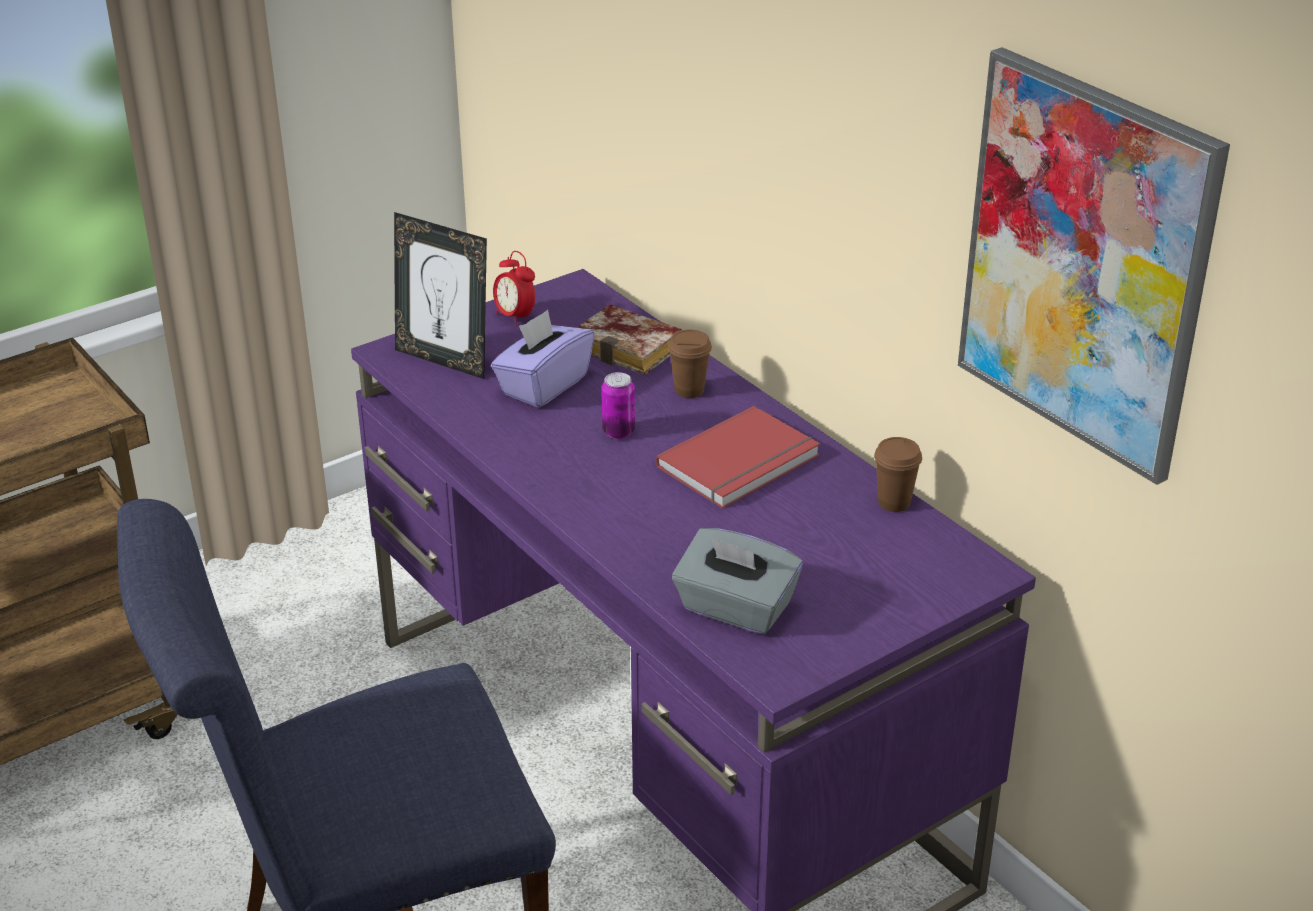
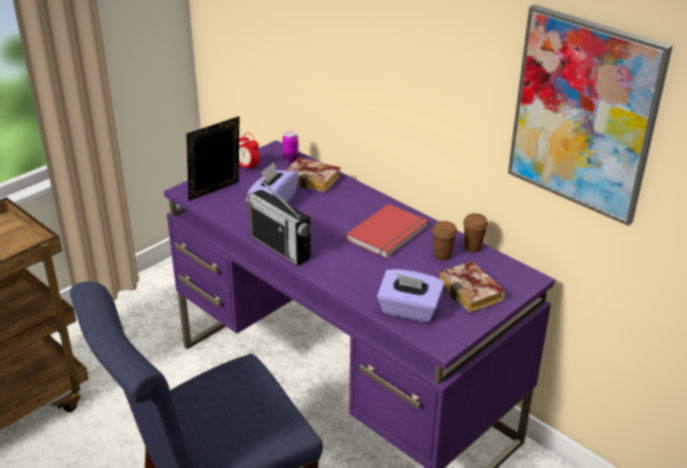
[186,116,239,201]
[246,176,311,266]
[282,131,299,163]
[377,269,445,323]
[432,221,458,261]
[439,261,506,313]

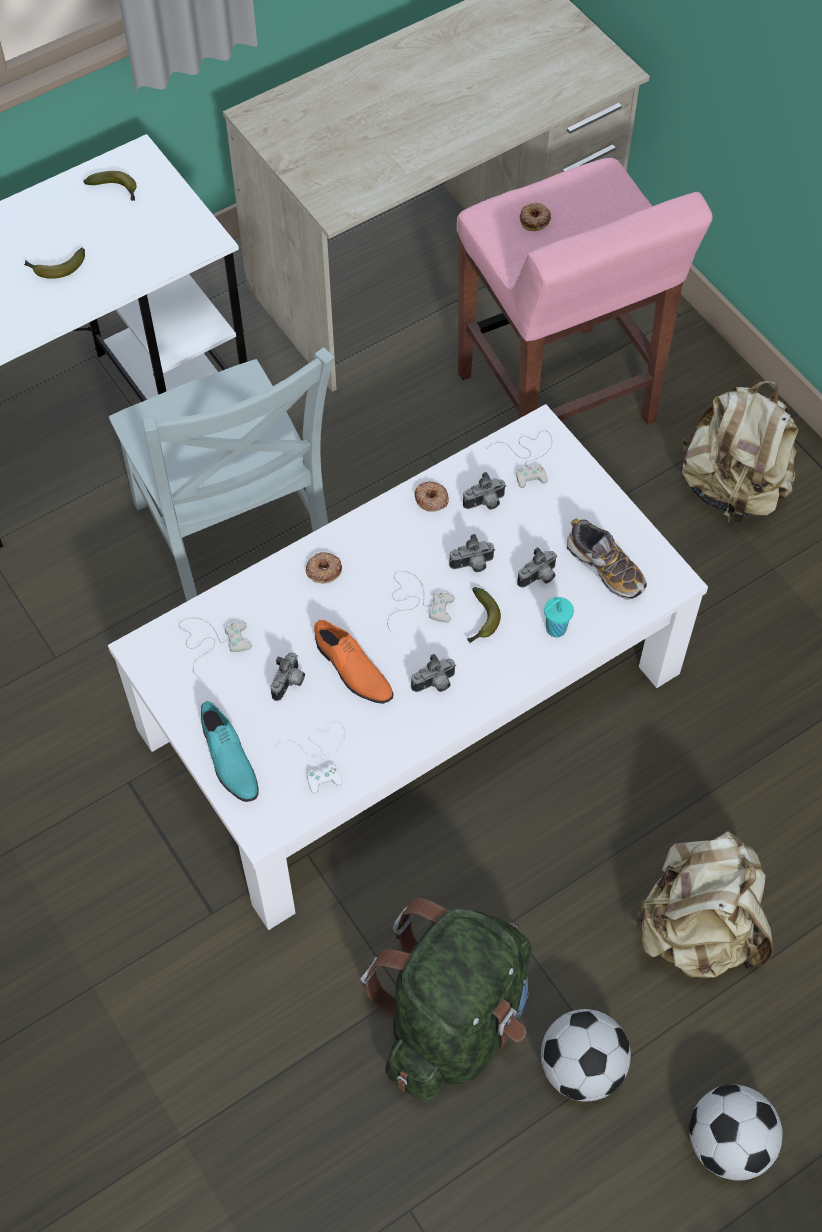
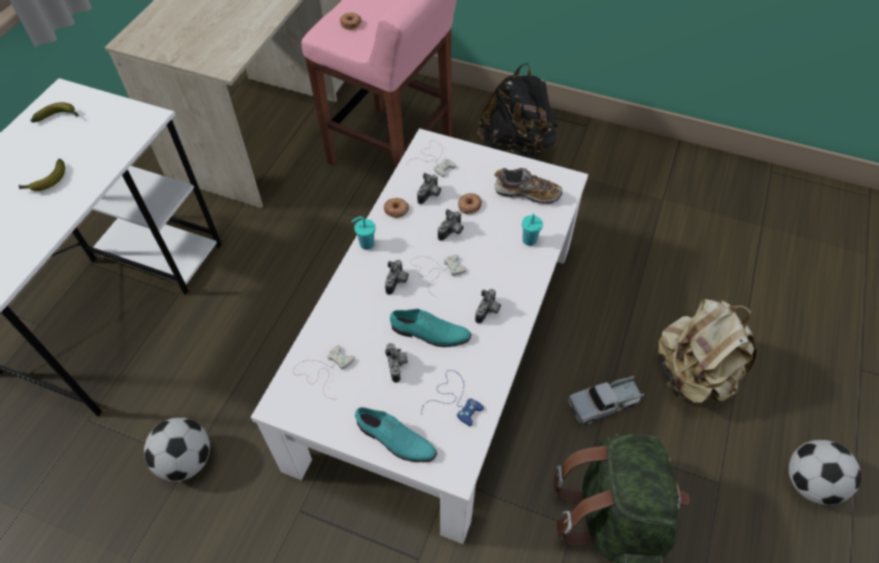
[144,417,210,481]
[351,216,375,250]
[385,260,409,295]
[390,309,471,347]
[422,370,484,426]
[458,193,482,214]
[477,63,558,160]
[568,376,645,425]
[109,347,334,601] (first image)
[467,587,501,643] (first image)

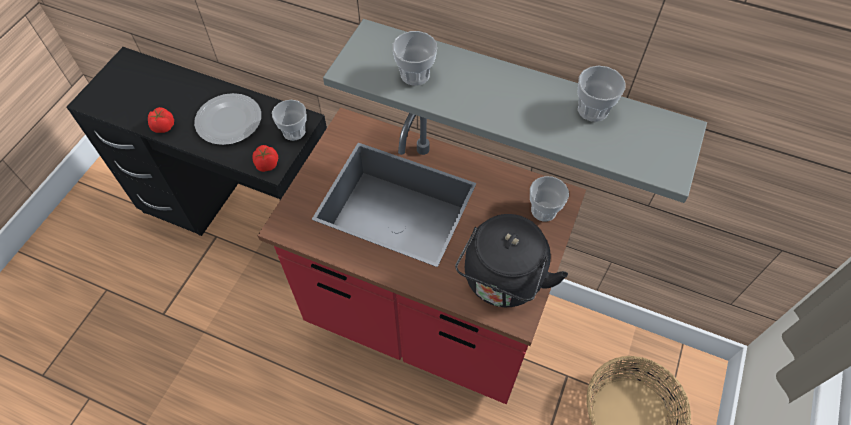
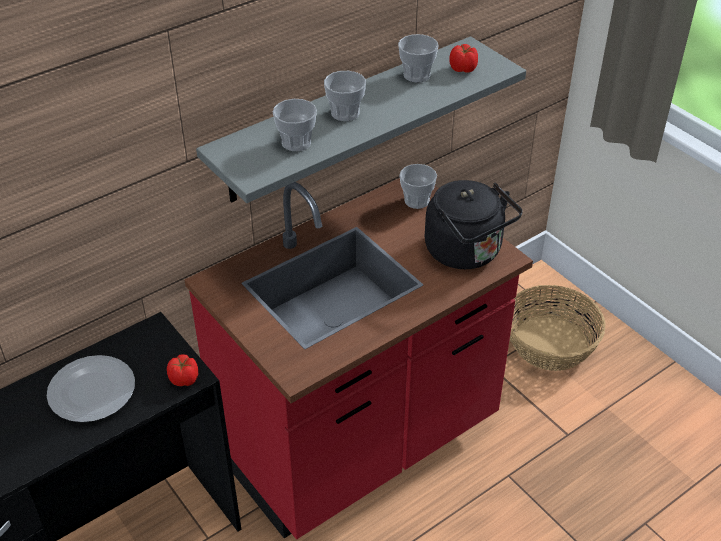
[324,71,366,121]
[449,44,478,73]

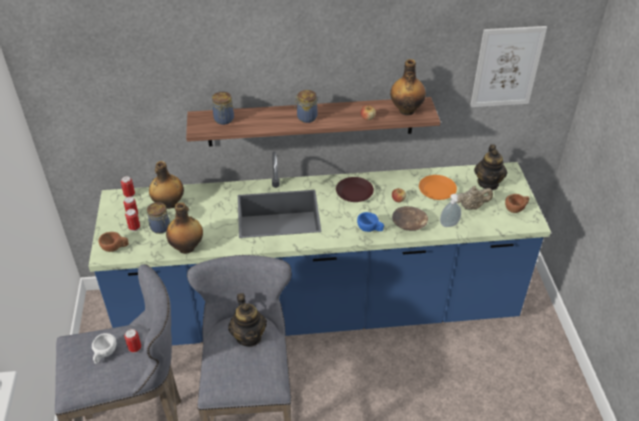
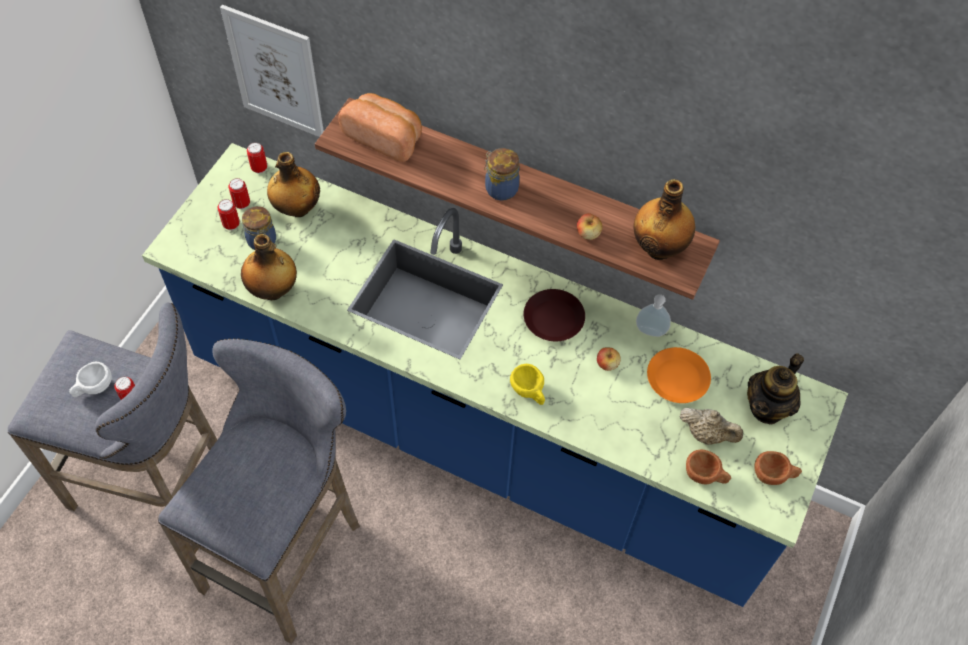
[220,5,324,137]
[338,93,422,162]
[510,364,545,405]
[636,294,671,337]
[686,449,731,485]
[228,293,267,347] (first image)
[392,206,428,231] (first image)

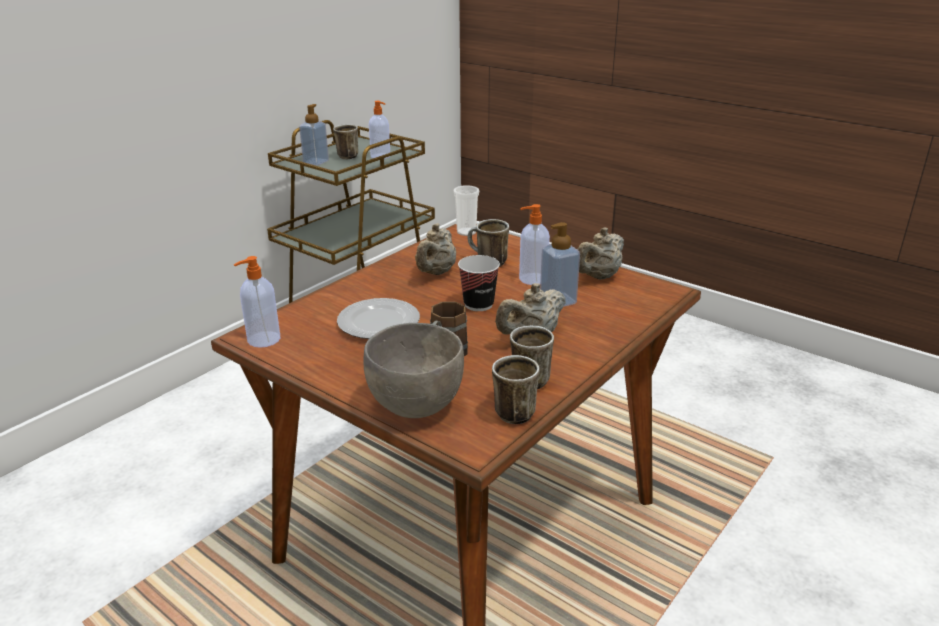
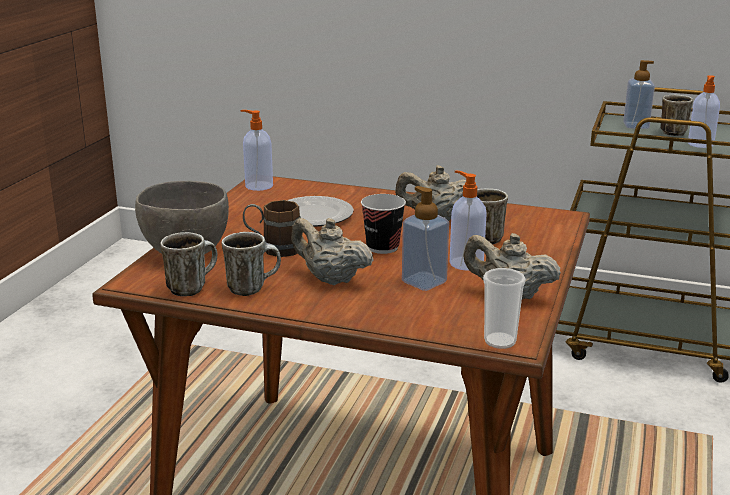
[483,268,526,349]

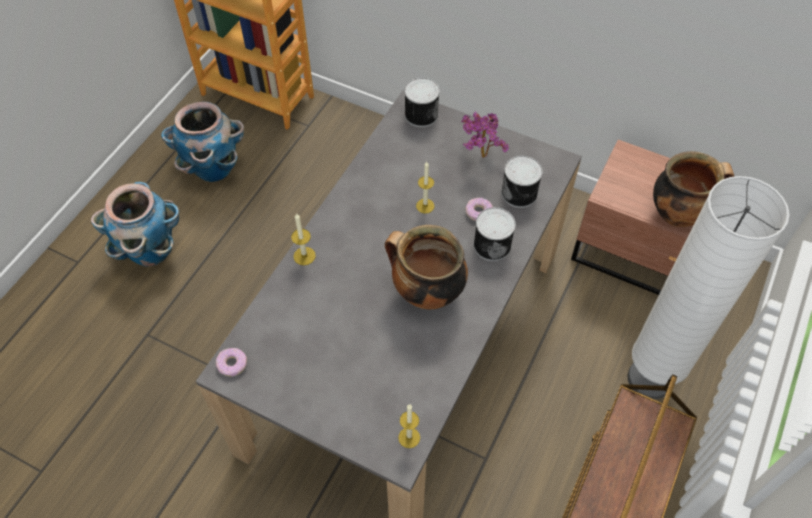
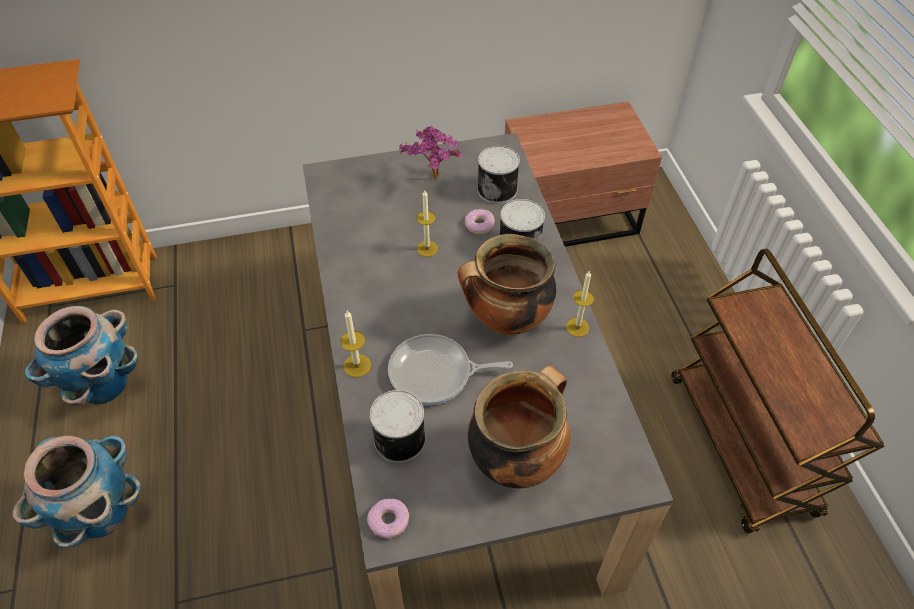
[370,390,426,463]
[388,334,513,406]
[467,366,570,488]
[566,270,594,337]
[628,176,789,400] (first image)

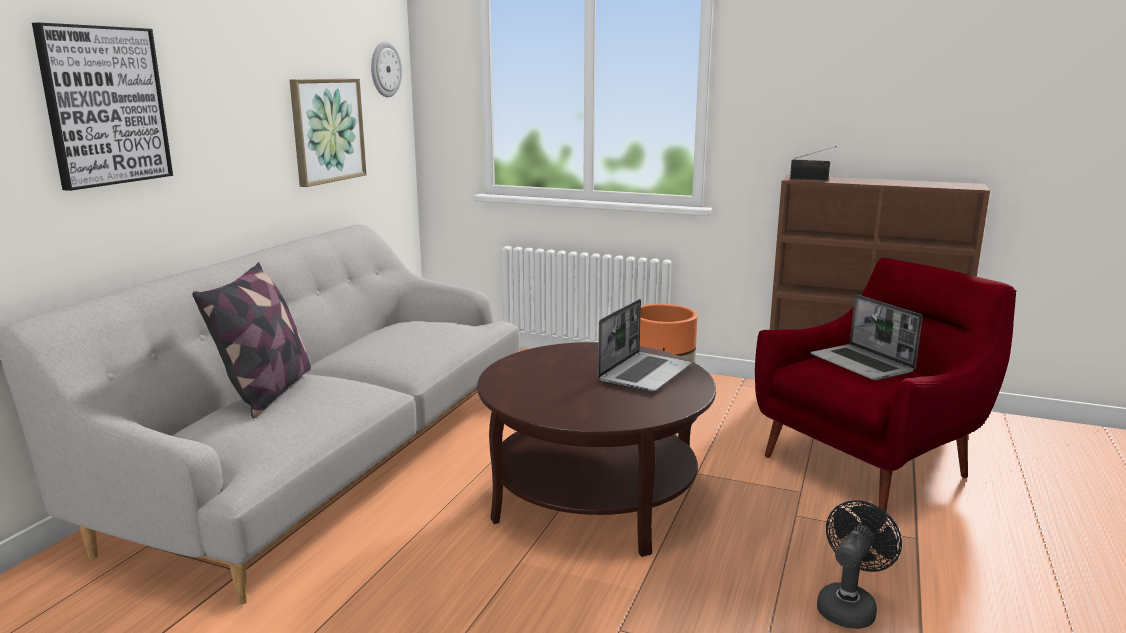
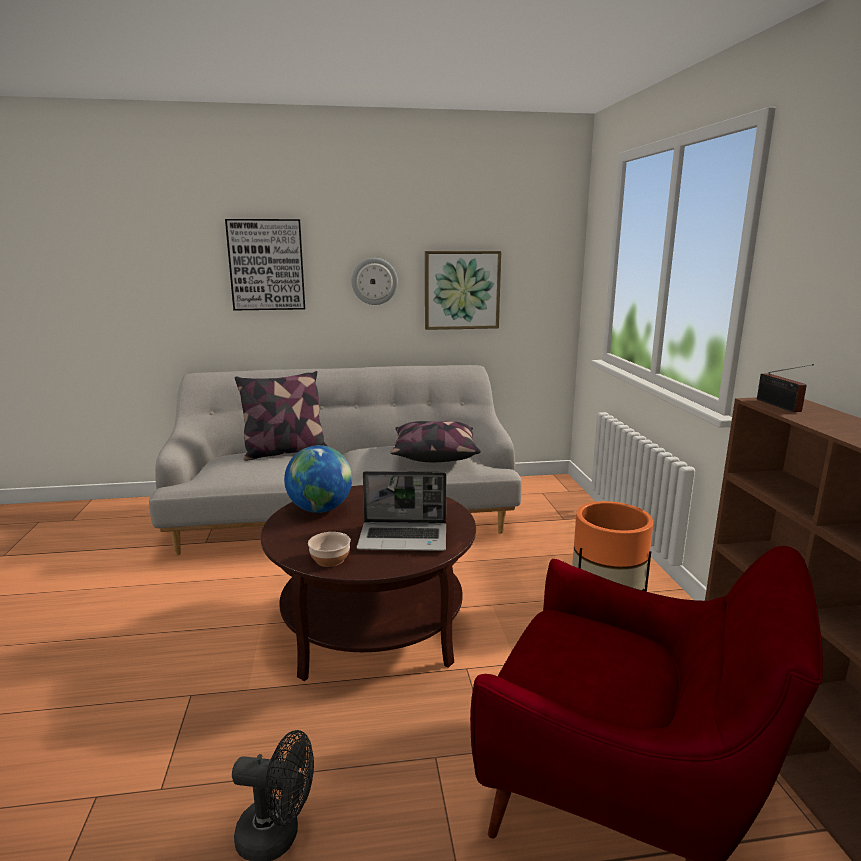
[284,445,352,513]
[308,532,351,567]
[352,258,398,305]
[390,421,481,462]
[810,294,923,380] (first image)

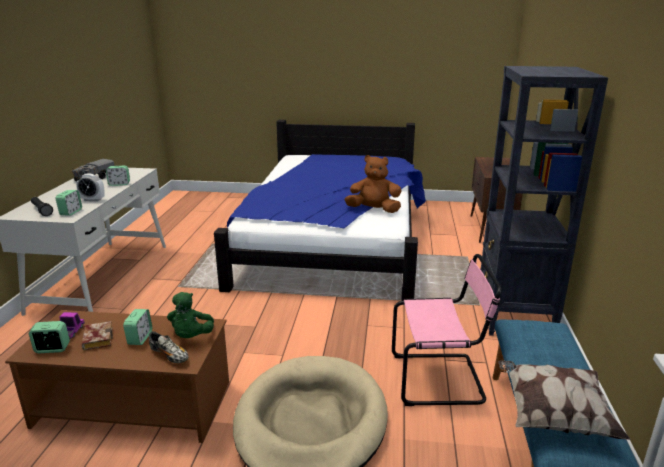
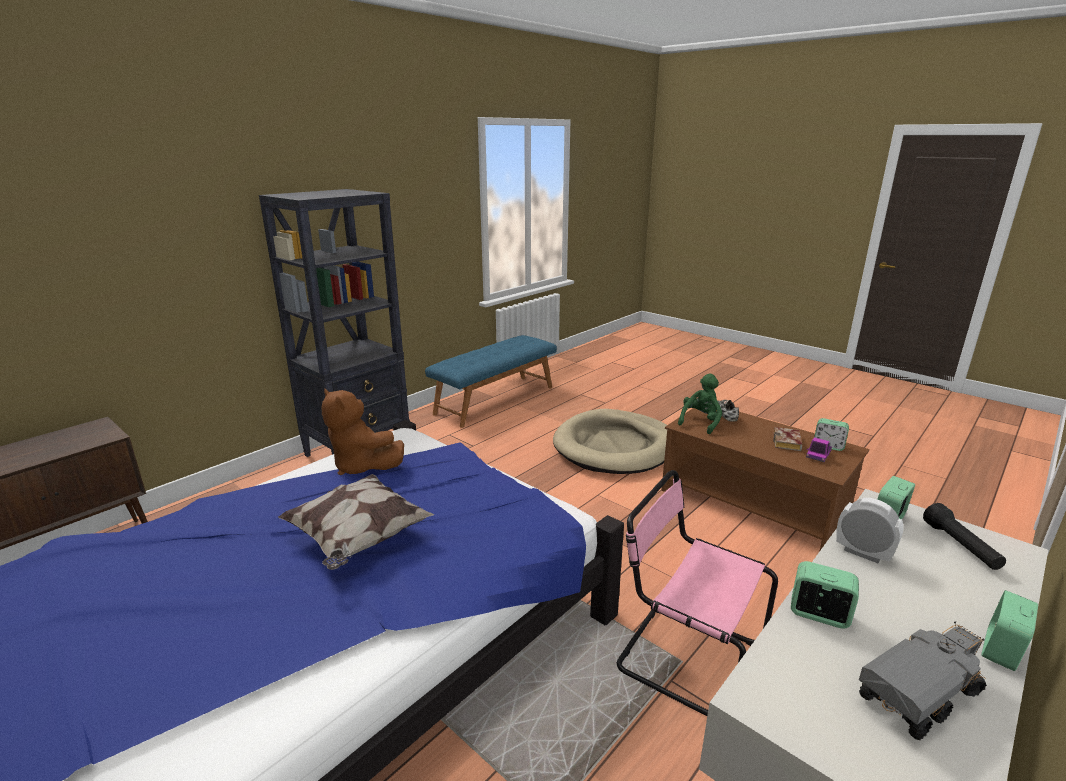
[278,474,435,570]
[617,470,778,716]
[981,590,1038,671]

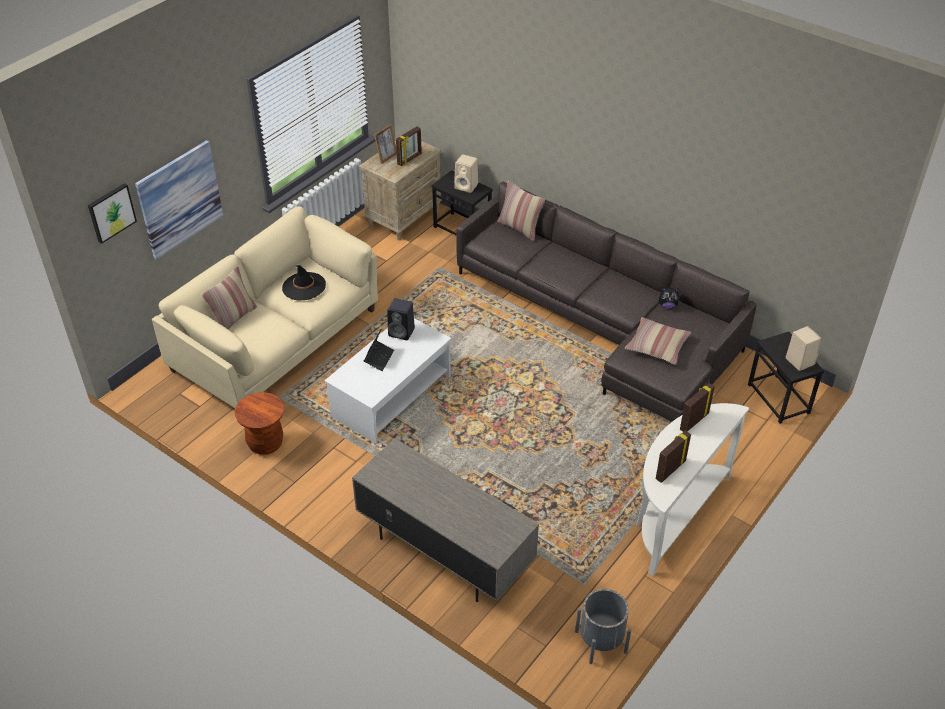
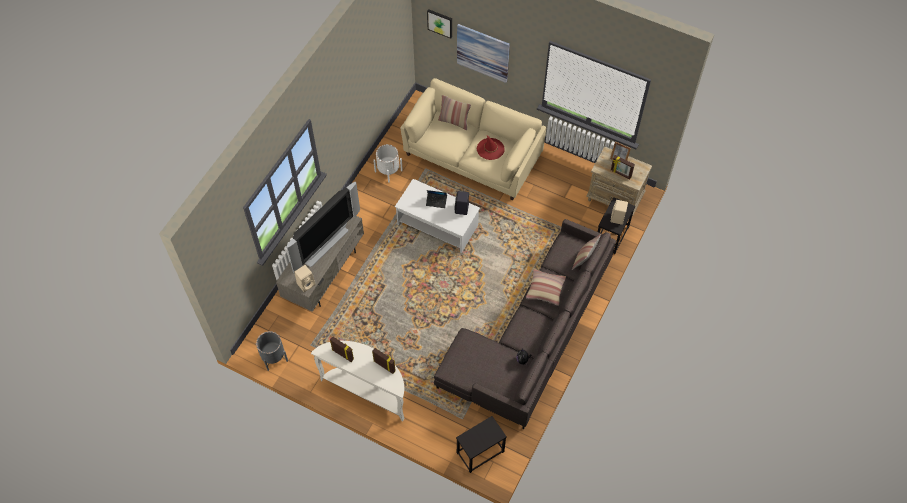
[286,182,360,273]
[294,265,316,292]
[373,144,403,183]
[477,136,505,160]
[526,269,566,306]

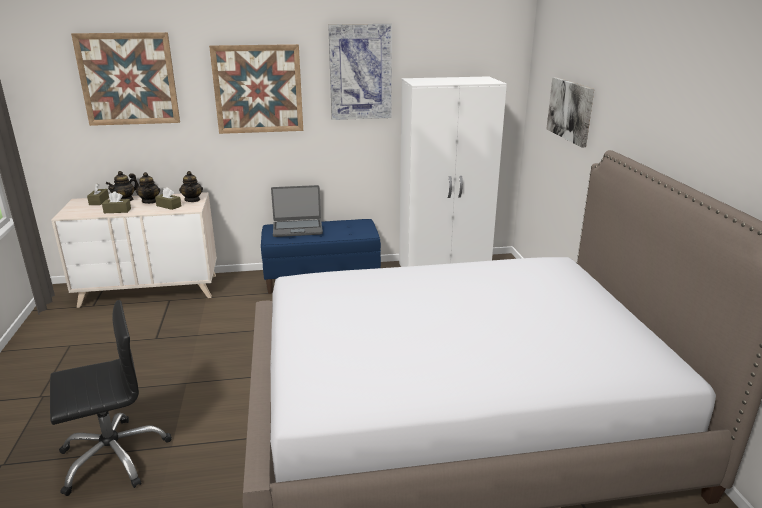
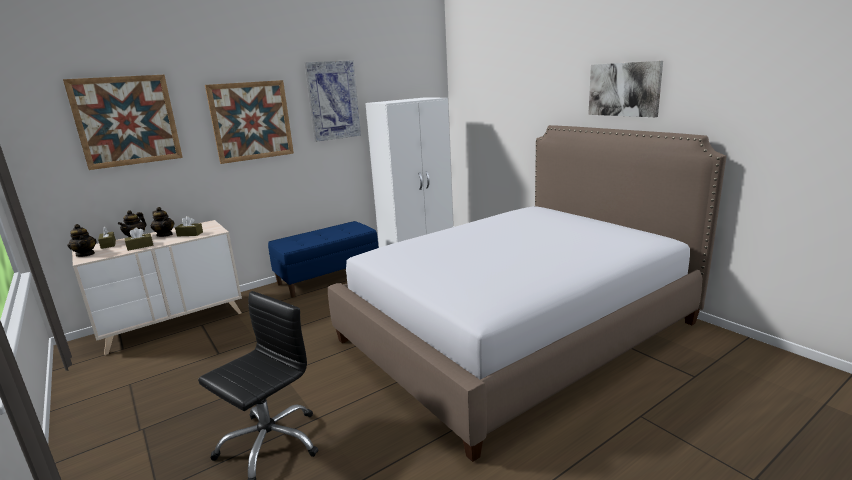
[67,224,96,257]
[588,61,663,117]
[271,185,323,237] (first image)

